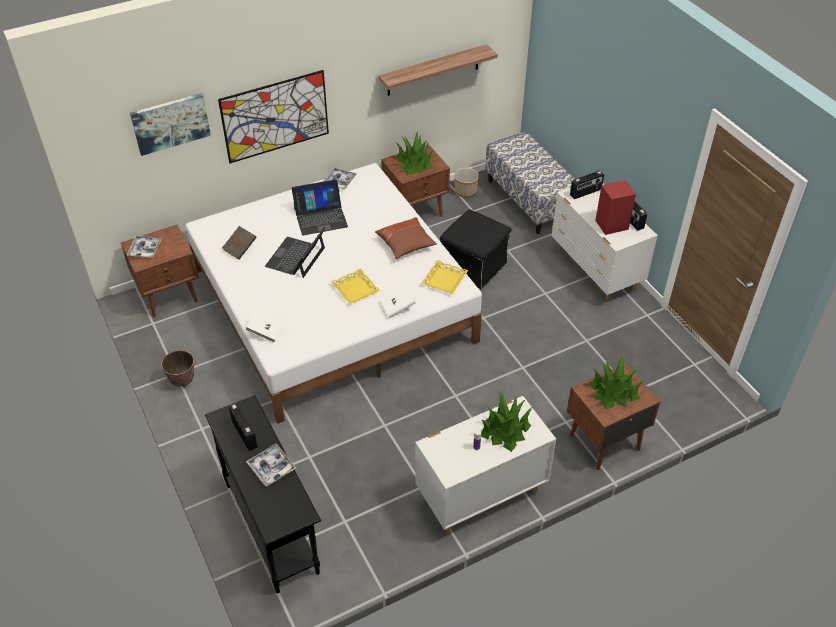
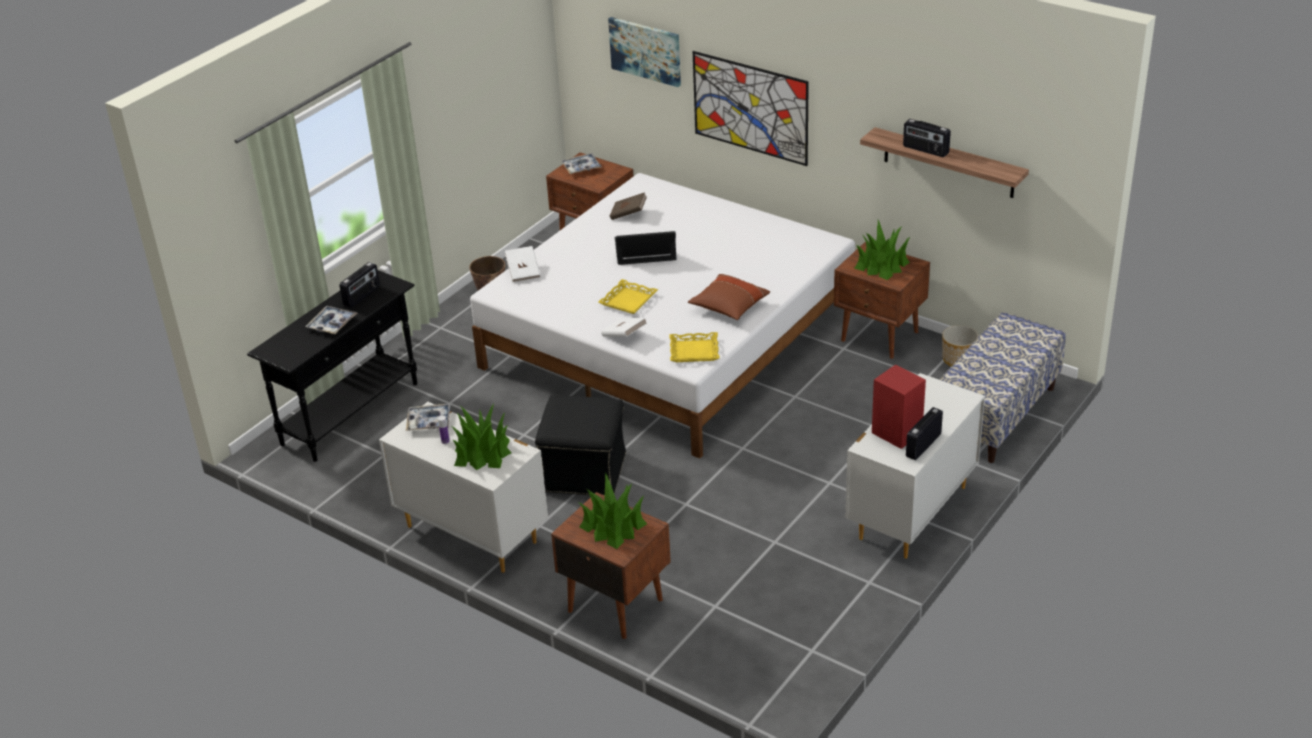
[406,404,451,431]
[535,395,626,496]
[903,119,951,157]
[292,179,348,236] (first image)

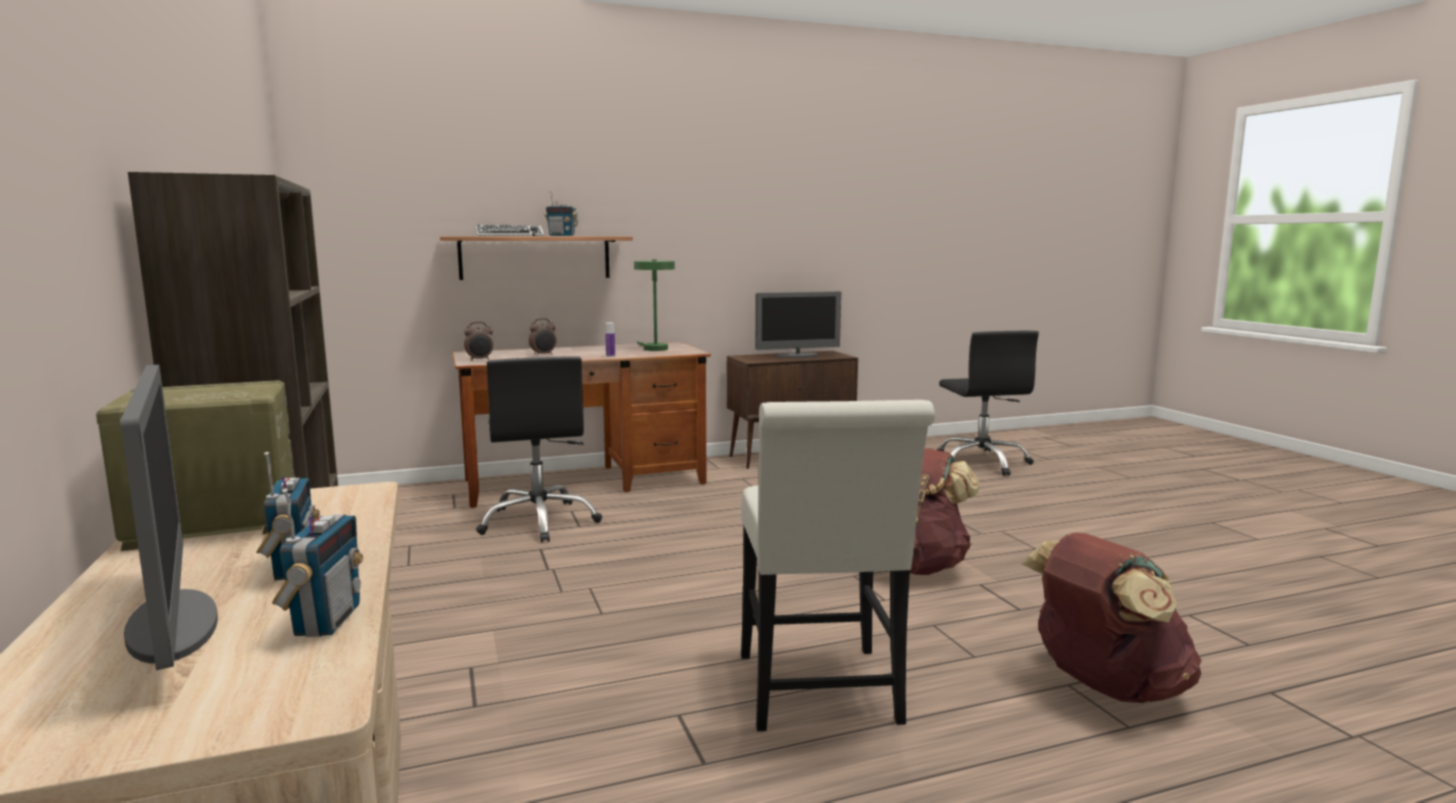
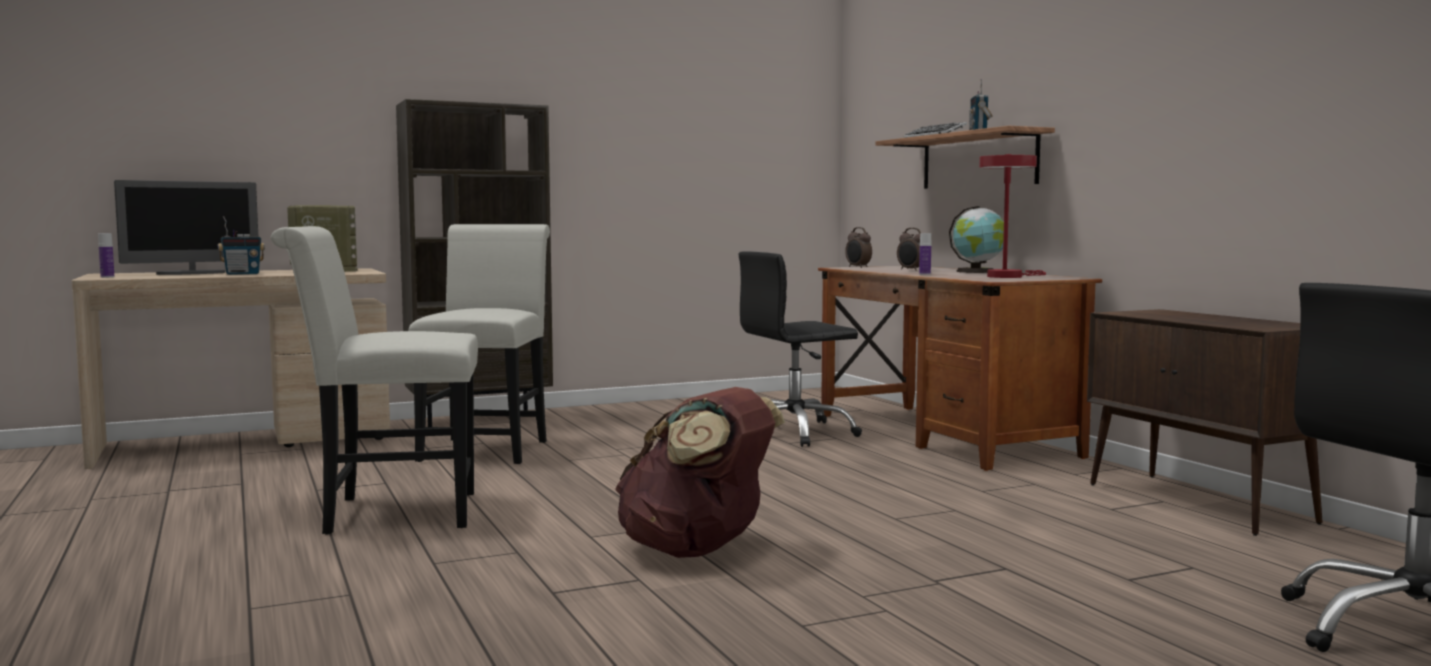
[98,233,114,278]
[408,224,550,464]
[949,206,1004,273]
[979,154,1046,278]
[272,488,363,637] (first image)
[755,291,841,358] (first image)
[1021,532,1202,703] (first image)

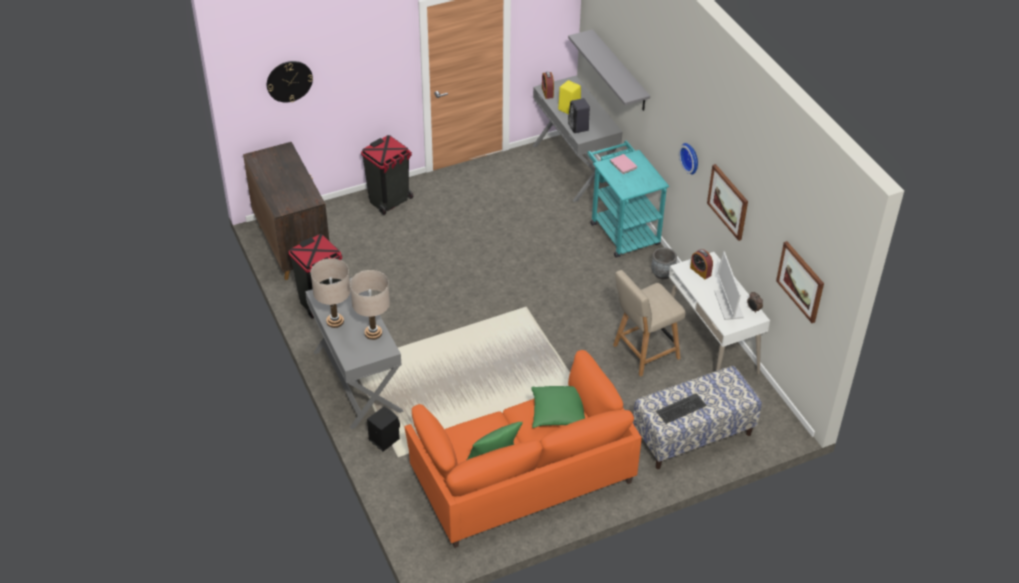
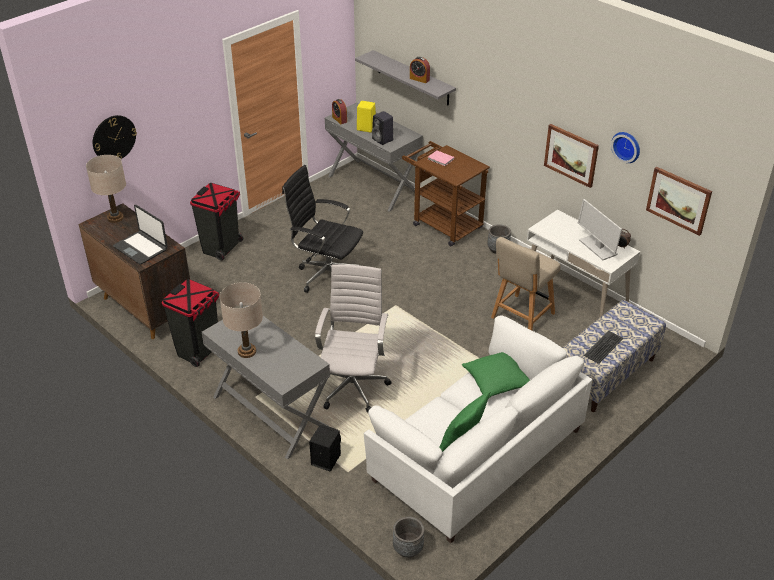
[86,155,126,223]
[113,205,168,264]
[282,165,363,293]
[315,264,392,413]
[364,316,592,543]
[393,517,424,558]
[402,141,490,246]
[410,57,430,83]
[611,132,640,163]

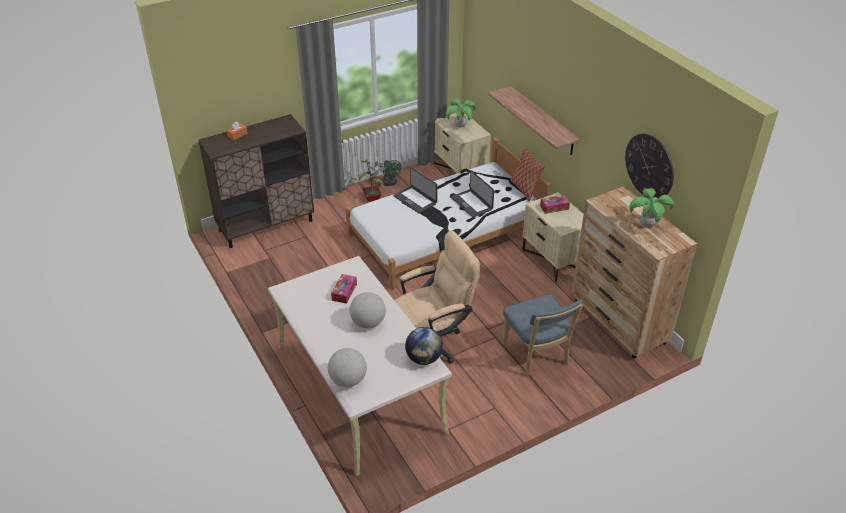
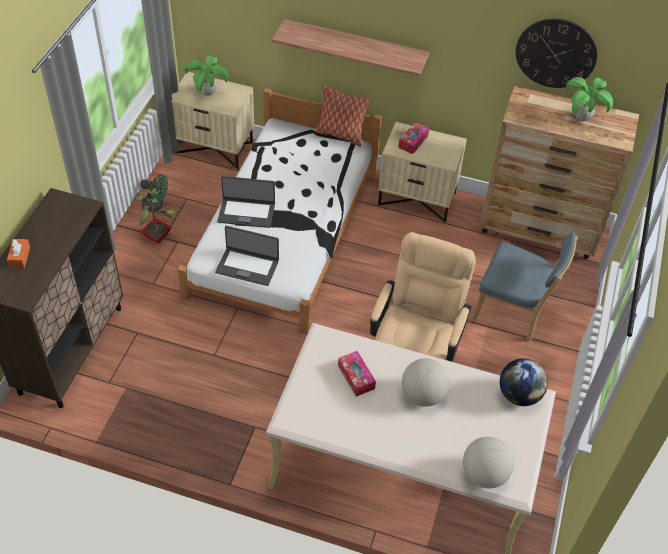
[215,226,279,286]

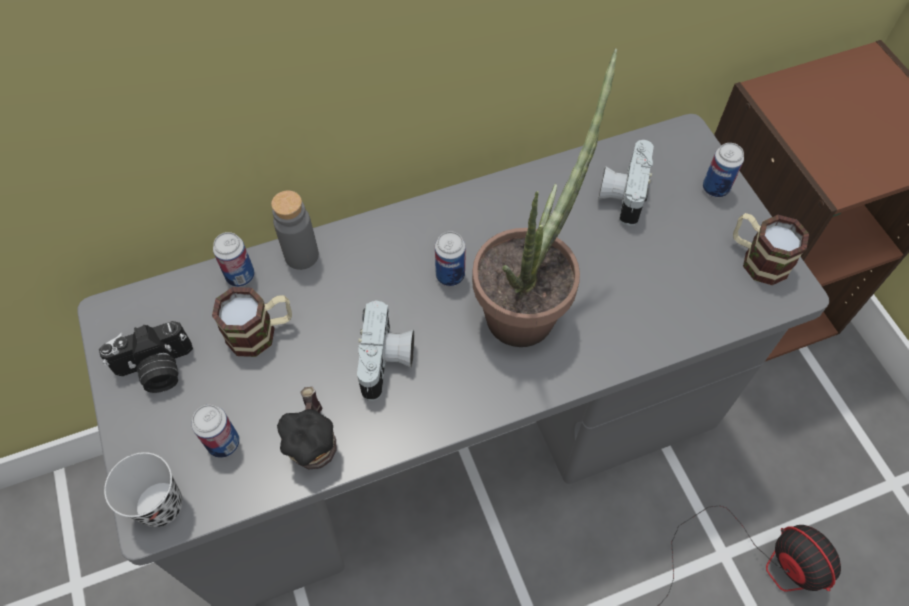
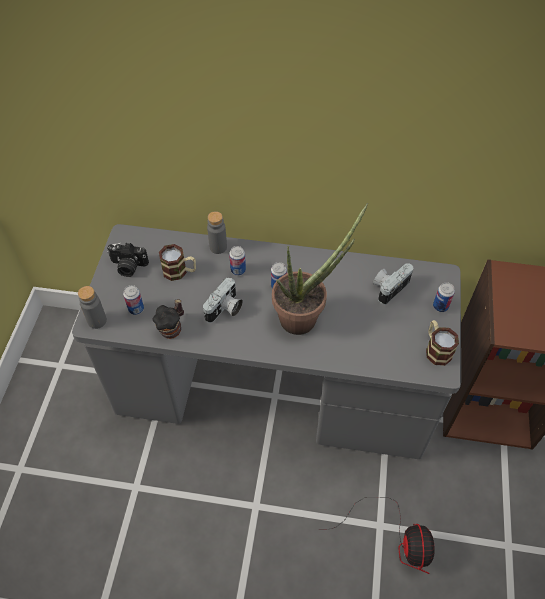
[78,286,107,329]
[229,246,246,276]

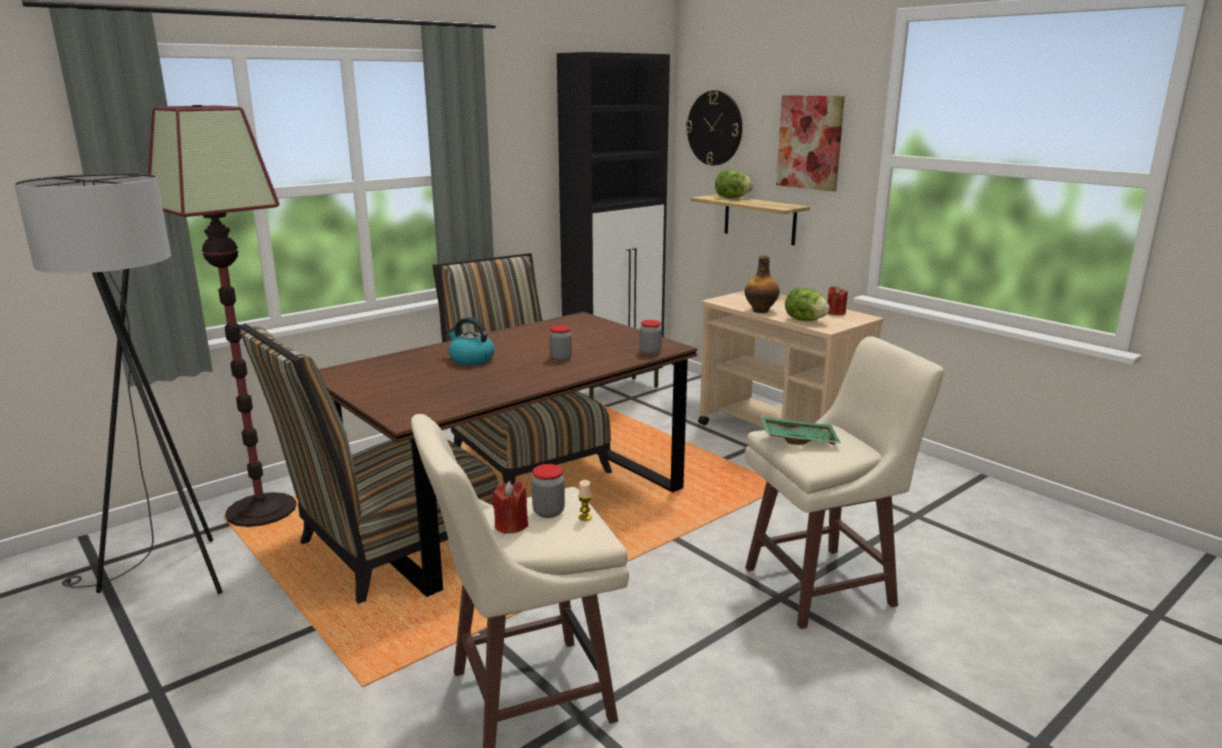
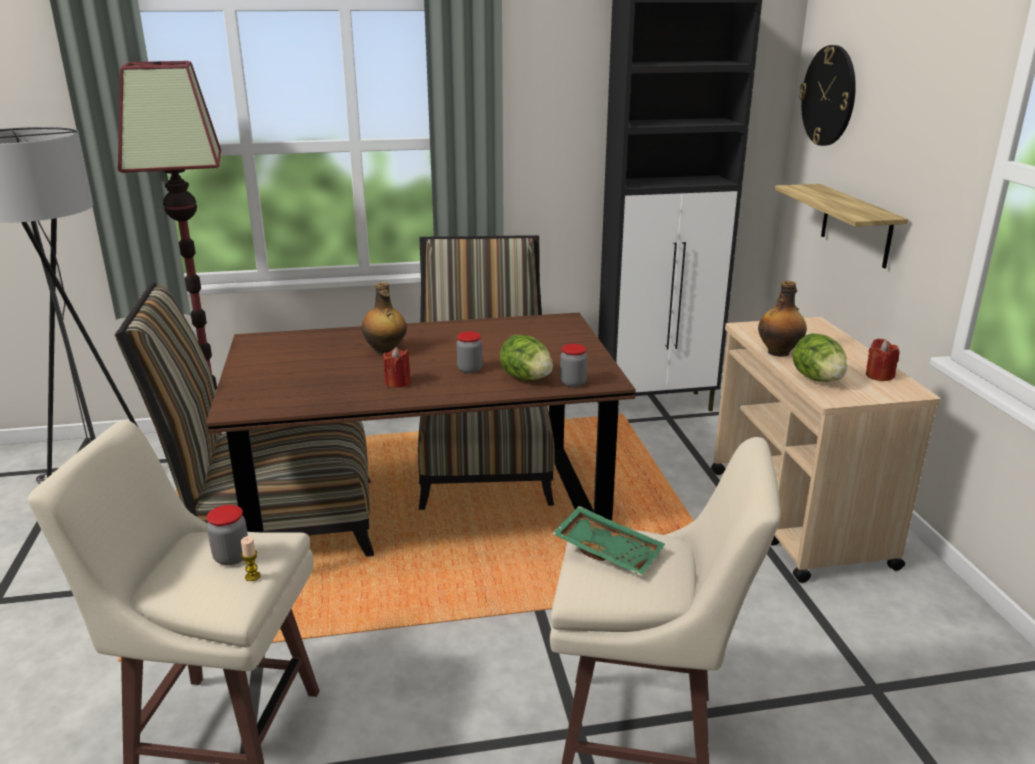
[361,282,407,355]
[383,347,411,388]
[500,335,553,381]
[776,95,845,192] (first image)

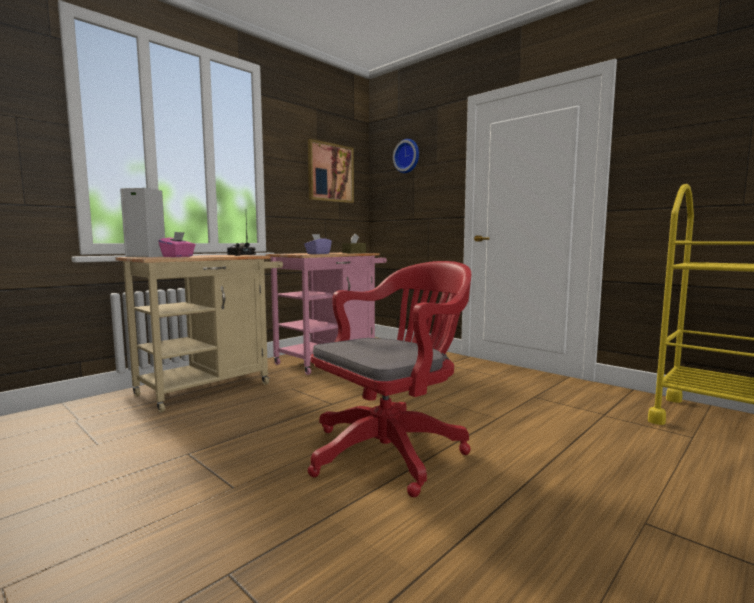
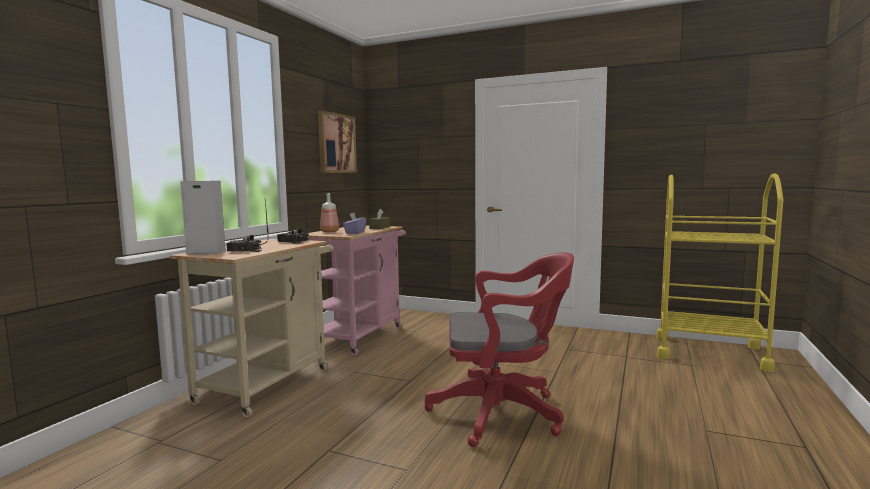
[227,200,269,252]
[320,193,339,232]
[424,253,574,447]
[393,139,419,173] (first image)

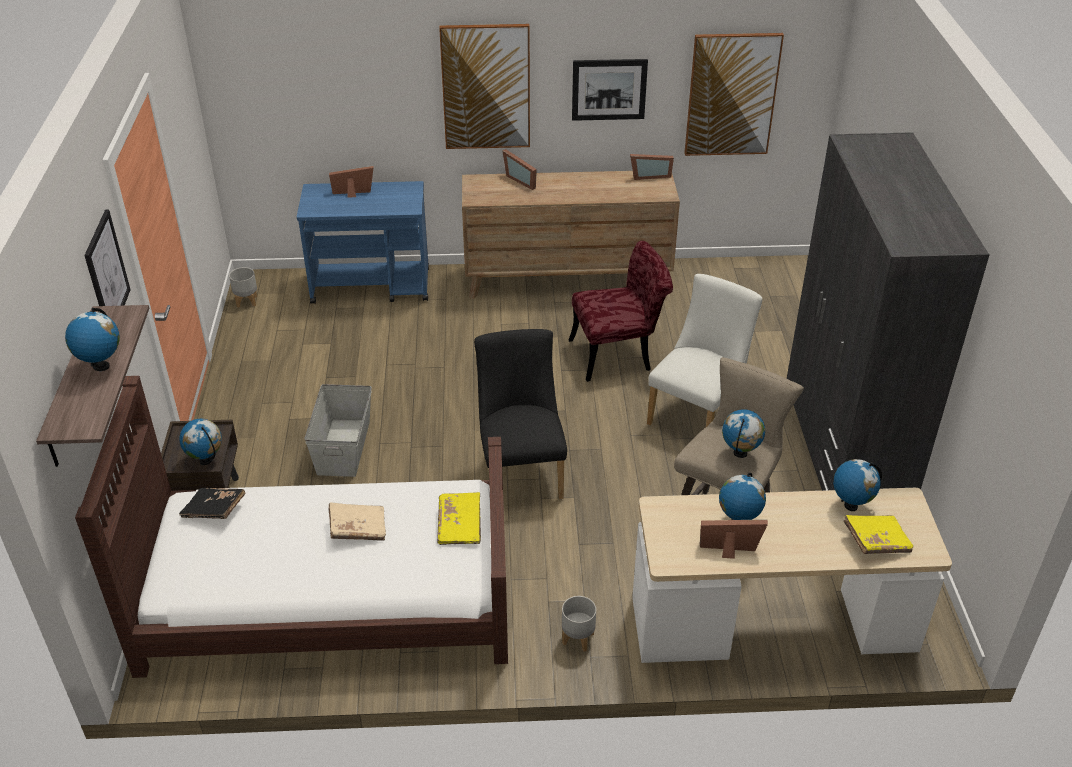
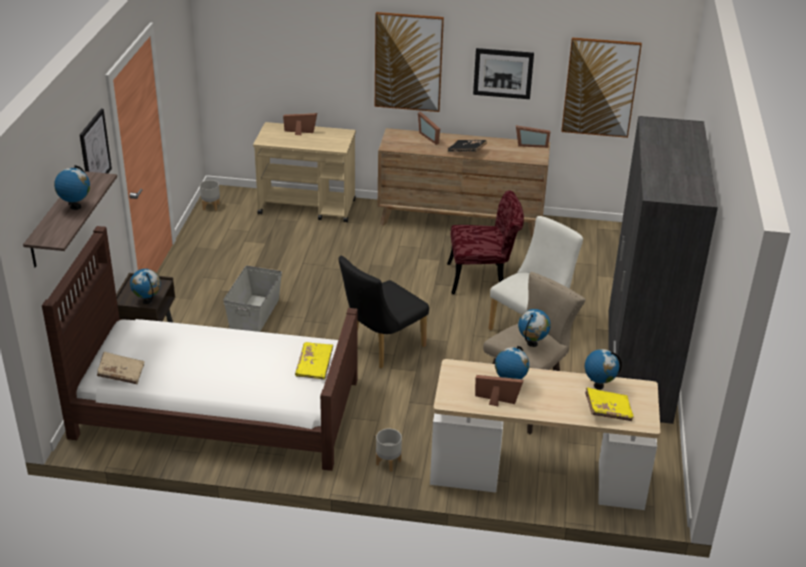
[97,352,144,384]
[253,122,356,222]
[339,256,429,369]
[448,140,487,152]

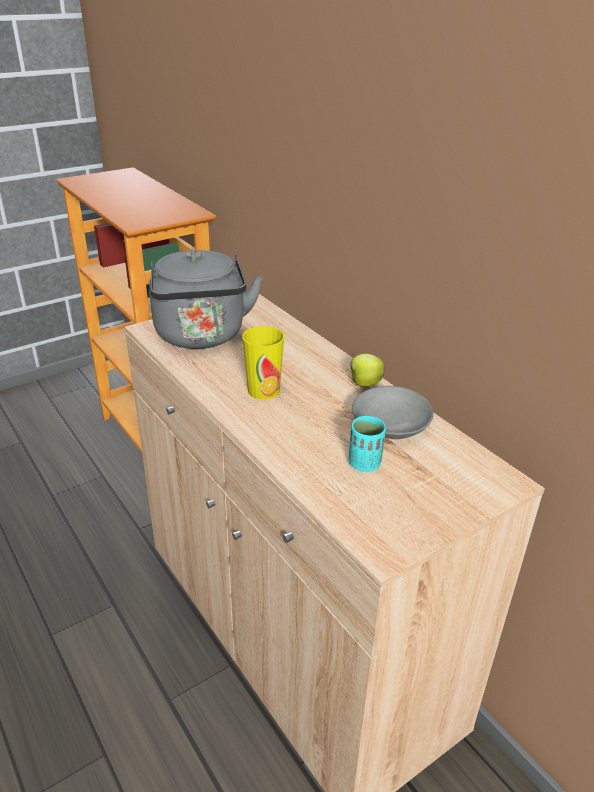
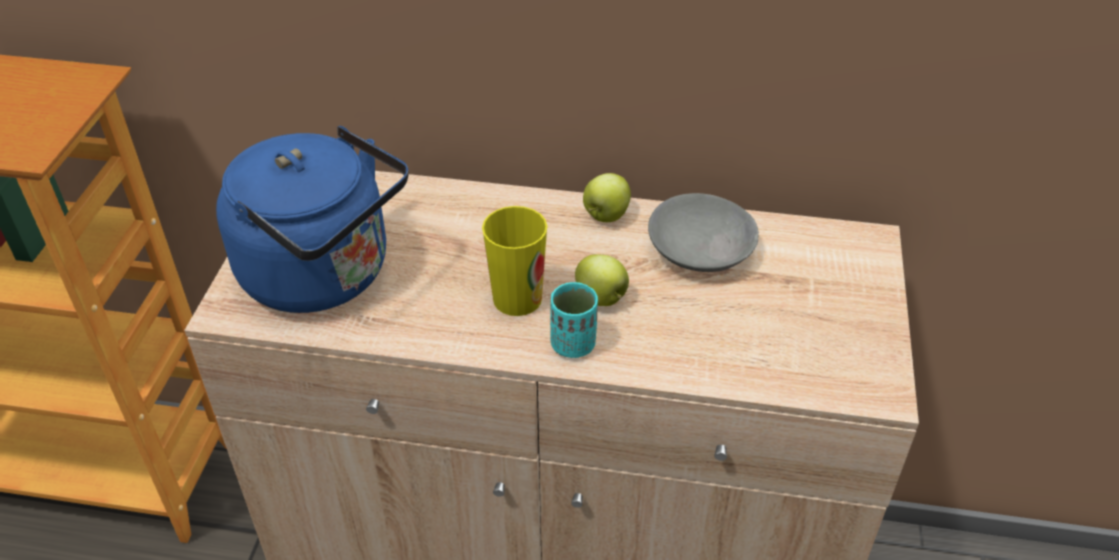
[216,126,409,313]
[550,282,598,358]
[575,255,629,306]

